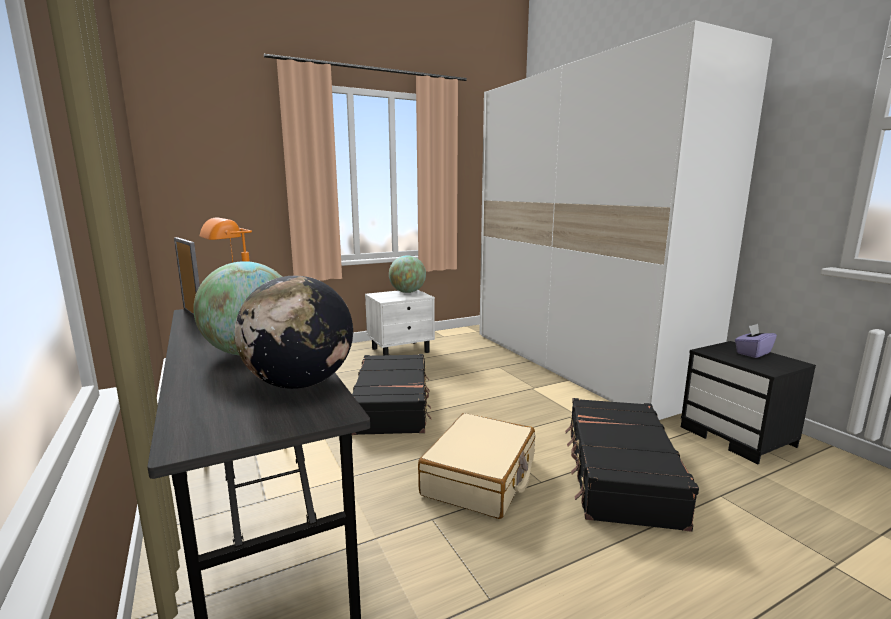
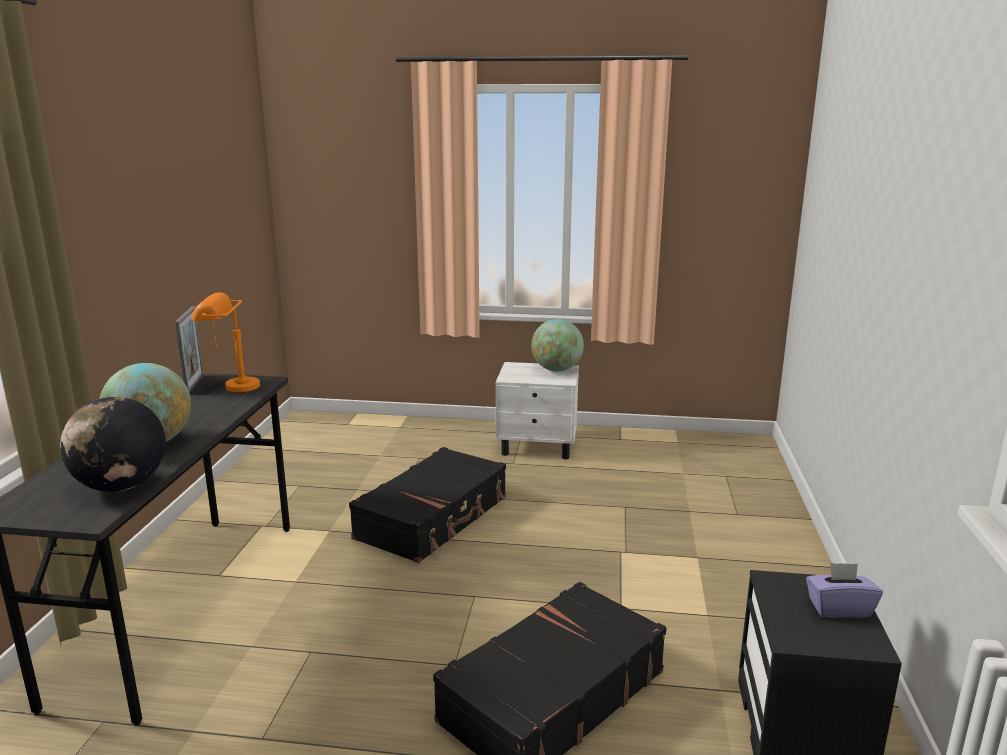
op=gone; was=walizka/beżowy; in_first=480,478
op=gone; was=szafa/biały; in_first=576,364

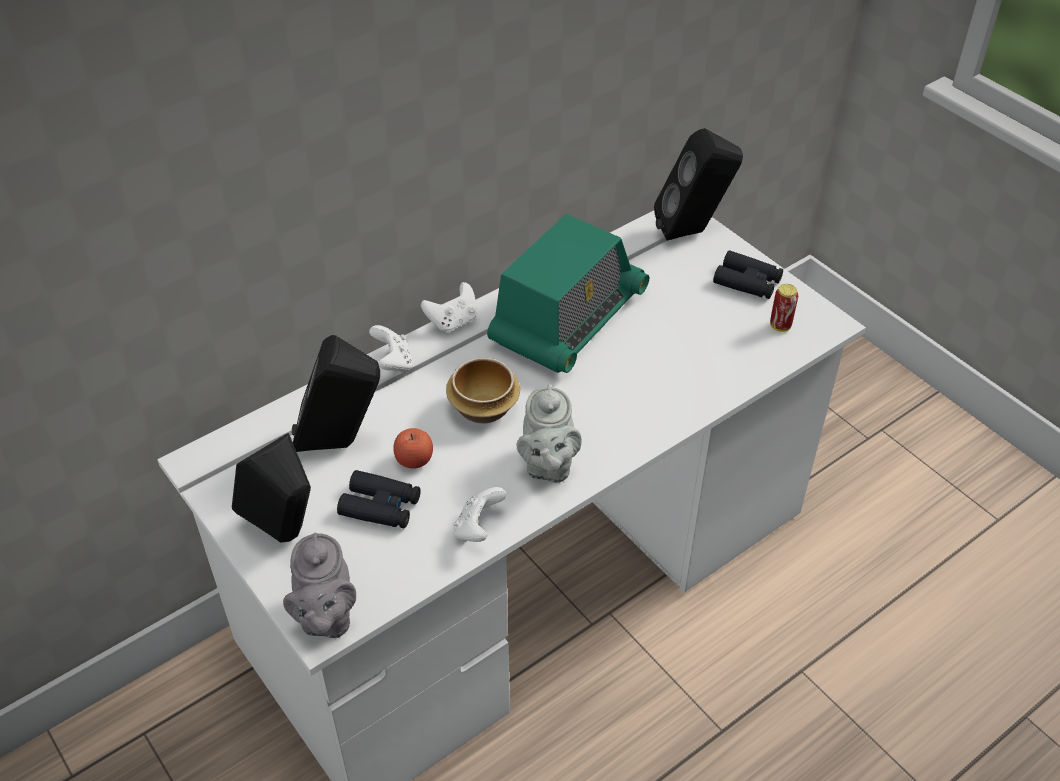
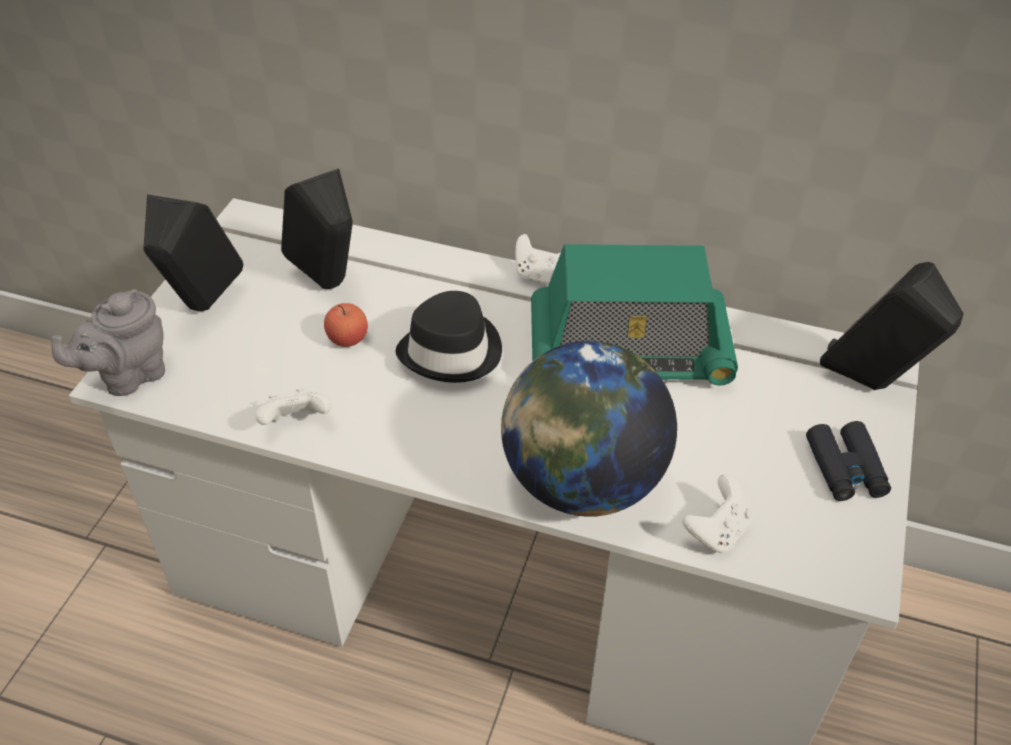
op=gone; was=lornetka/czarny; in_first=380,506
op=gone; was=imbryk/szary; in_first=547,465
op=gone; was=puszka; in_first=780,326
op=new; now=globus; in_second=581,481
op=shifted; was=pad do gier/biały; in_first=393,363; in_second=716,531
op=swapped; was=miska; now=kapelusz/czarny; in_first=484,407; in_second=452,351

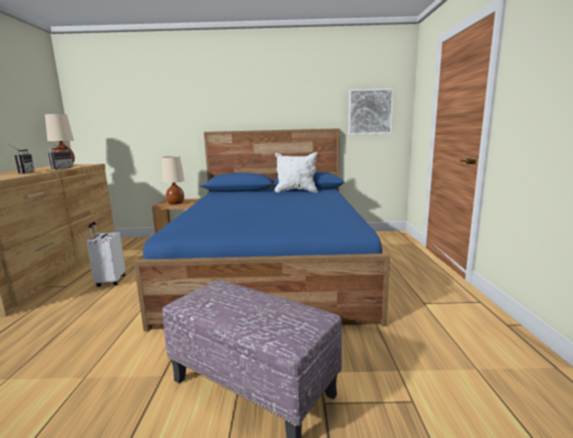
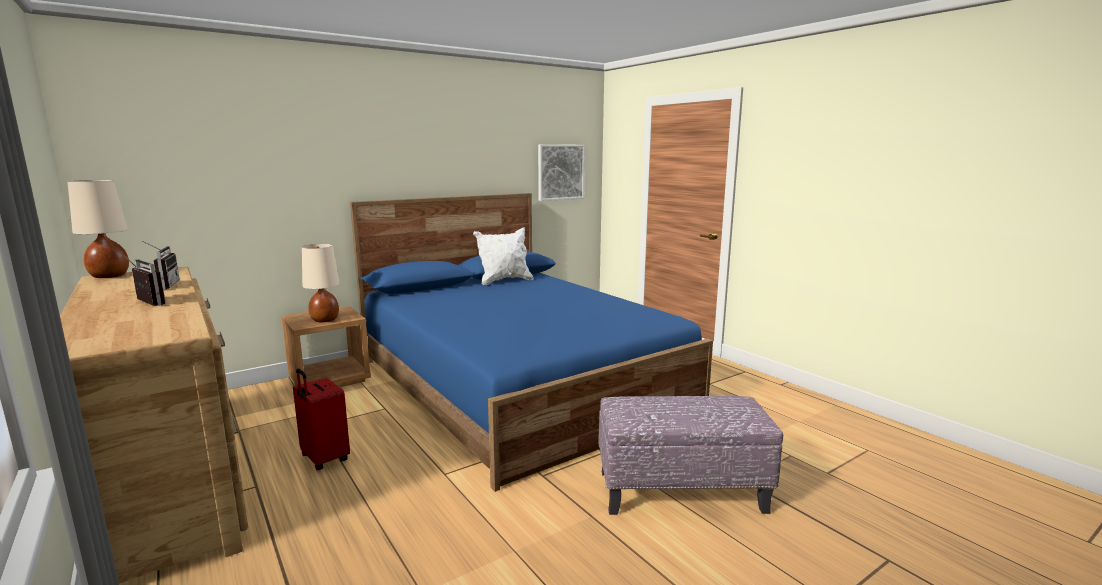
op=repainted; was=walizka/biały; now=walizka/czerwony; in_first=110,281; in_second=323,459

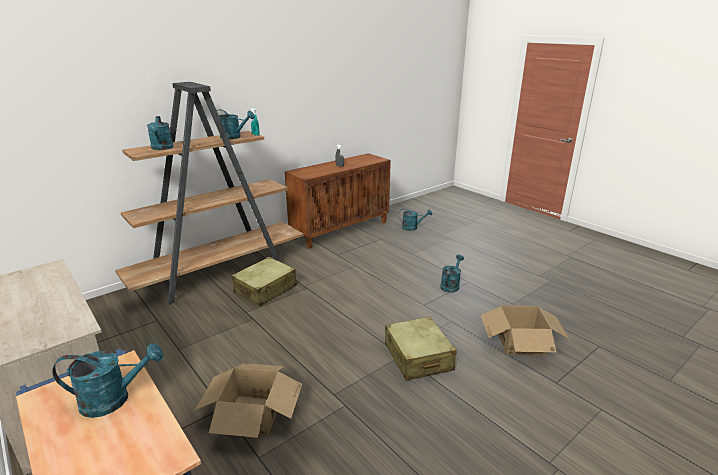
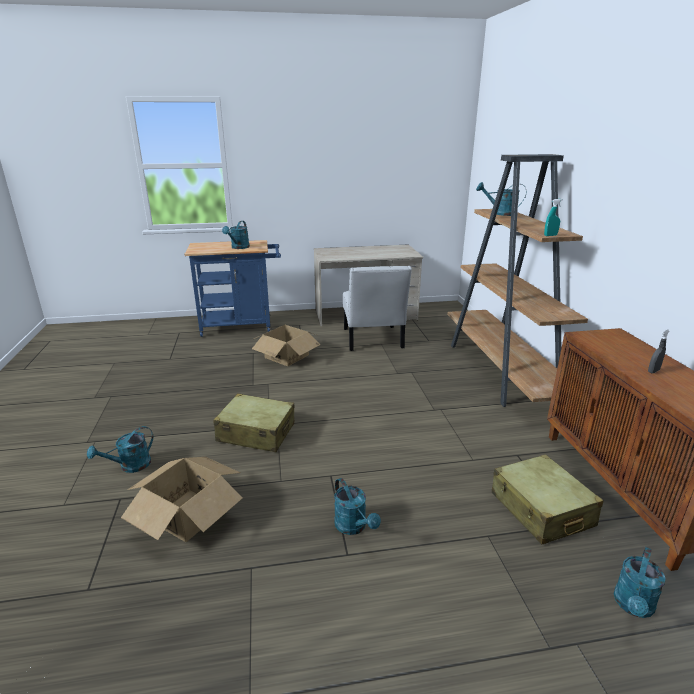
op=new; now=krzesło/biały; in_second=373,340
op=shifted; was=konewka/turkusowy; in_first=234,137; in_second=130,466
op=shifted; was=walizka/beżowy; in_first=265,289; in_second=541,509

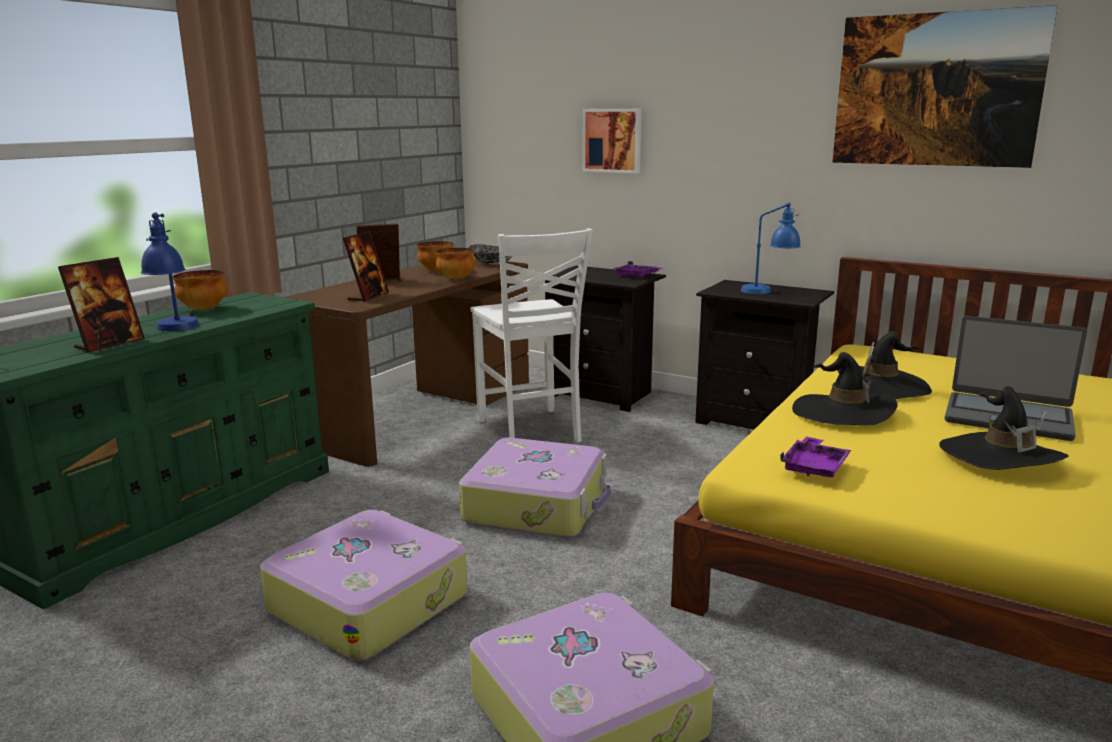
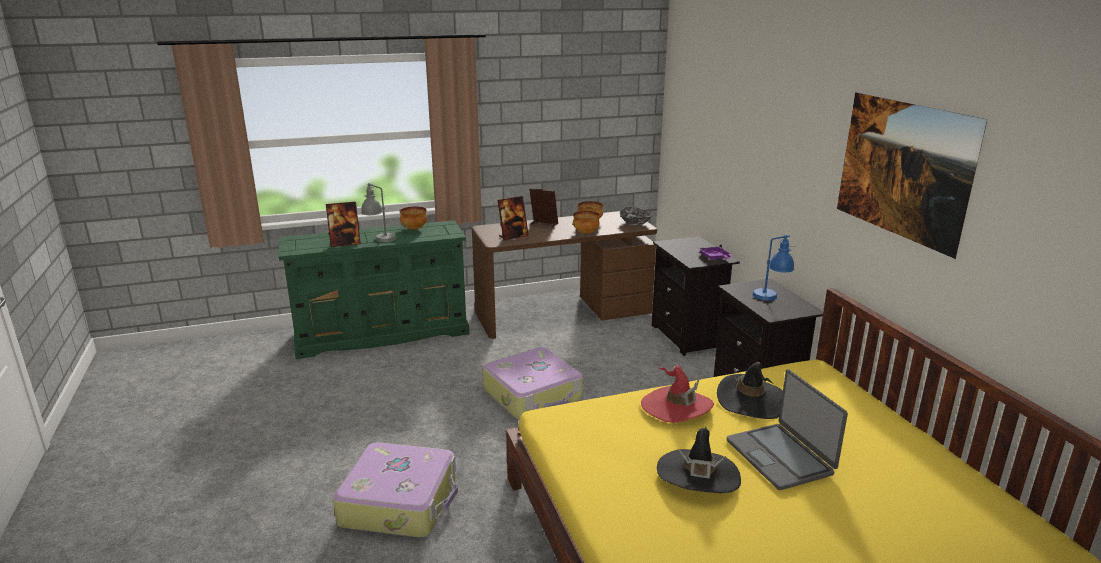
op=gone; was=walizka; in_first=369,601
op=gone; was=krzesło/biały; in_first=530,431
op=gone; was=obraz; in_first=613,140
op=gone; was=taca/fioletowy; in_first=814,467
op=repainted; was=lampa stołowa/niebieski; now=lampa stołowa/szary; in_first=176,330; in_second=380,241
op=repainted; was=kapelusz/czarny; now=kapelusz/czerwony; in_first=843,413; in_second=676,407

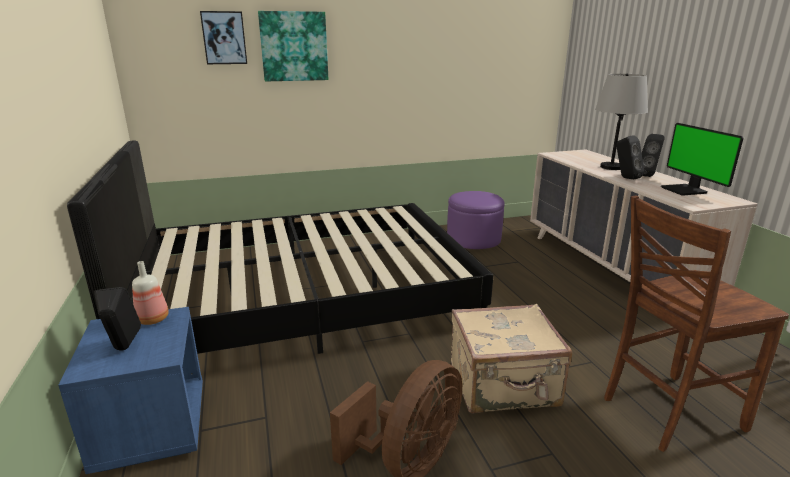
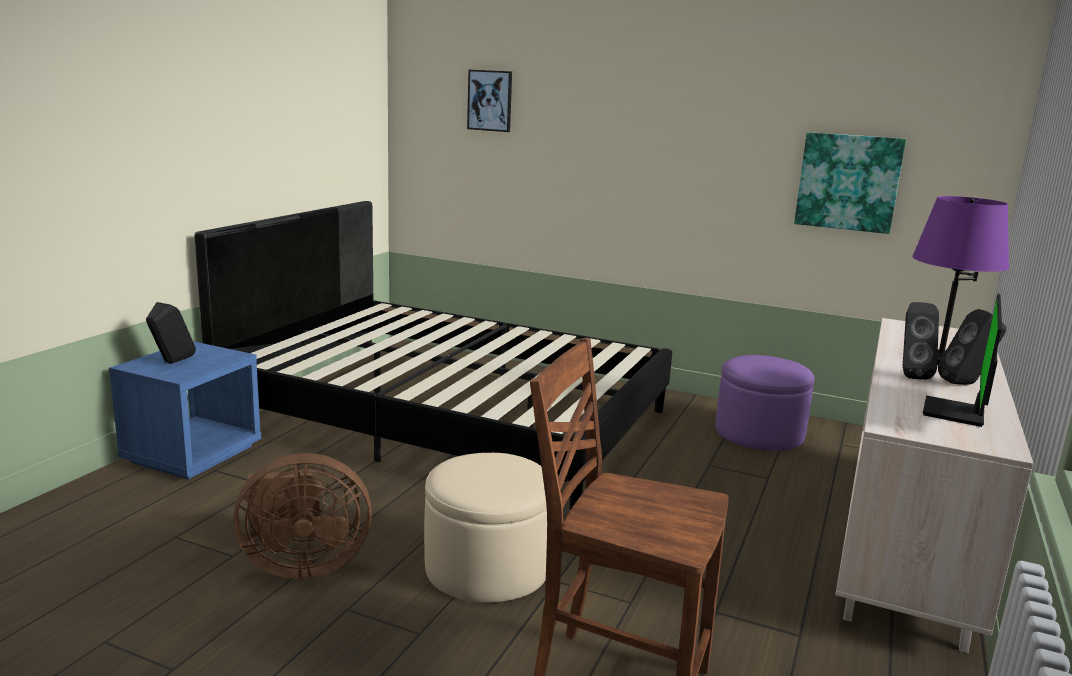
op=gone; was=butelka; in_first=154,319
op=shifted; was=obraz; in_first=294,46; in_second=848,182
op=swapped; was=walizka/beżowy; now=pufa/beżowy; in_first=504,385; in_second=487,567
op=repainted; was=lampa stołowa/szary; now=lampa stołowa/fioletowy; in_first=611,167; in_second=939,360

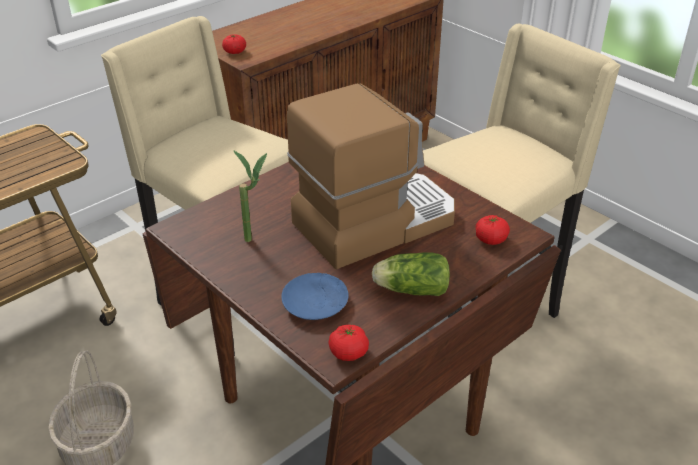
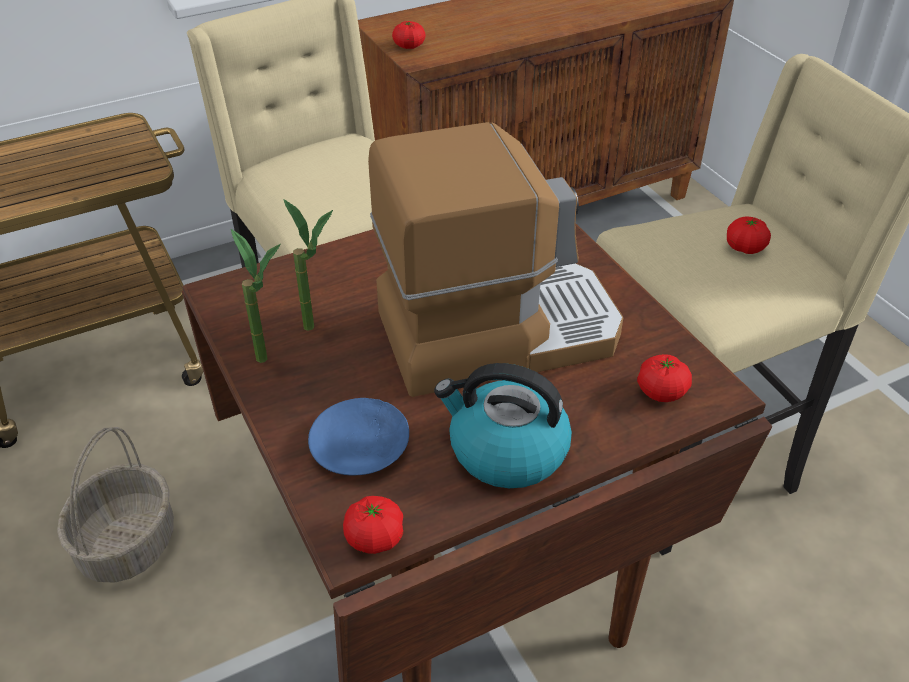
op=new; now=roślina doniczkowa; in_second=272,362
op=new; now=pomidor; in_second=745,248
op=swapped; was=sałata; now=czajnik; in_first=409,289; in_second=506,451

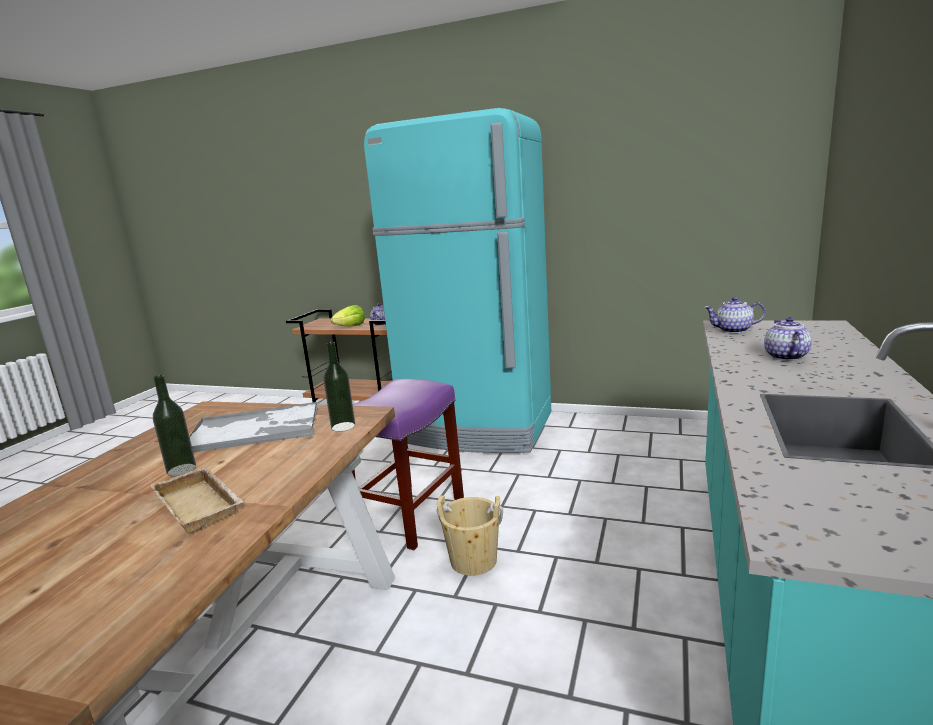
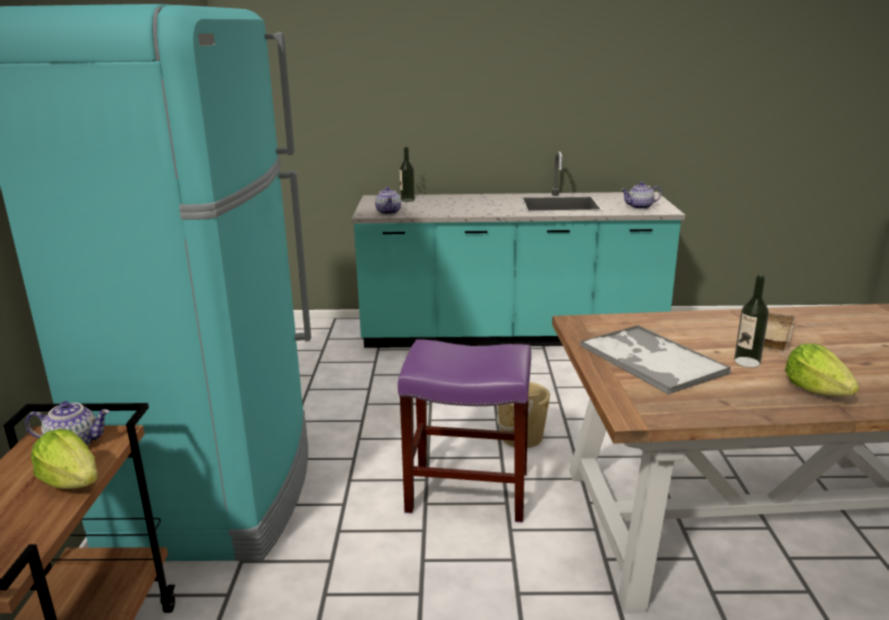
op=new; now=sałata; in_second=816,390
op=shifted; was=butelka; in_first=343,426; in_second=407,200
op=shifted; was=imbryk; in_first=784,357; in_second=640,207

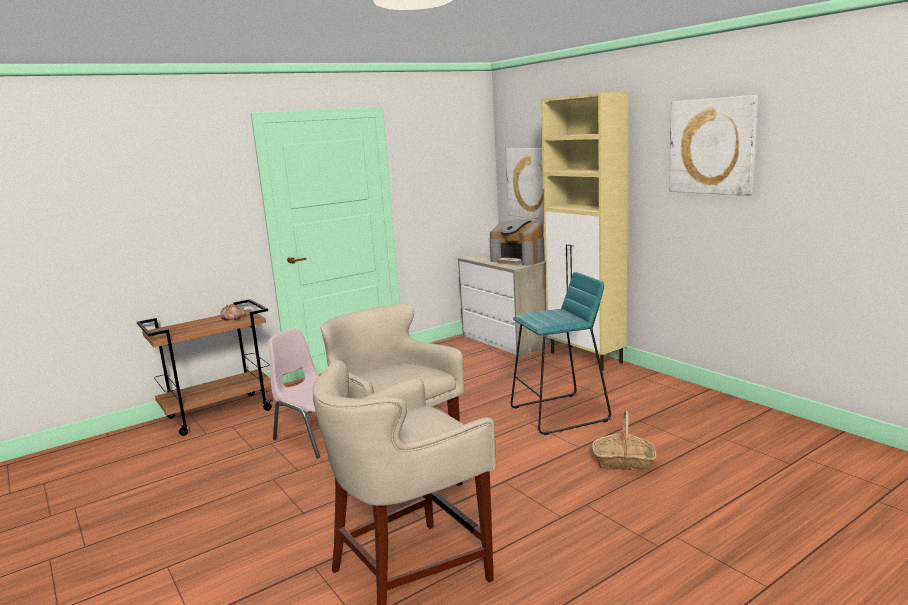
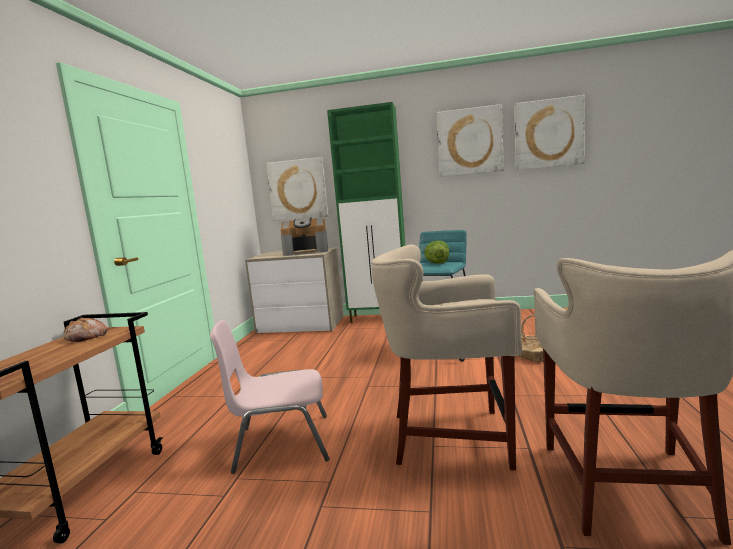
op=new; now=sałata; in_second=437,263
op=new; now=obraz; in_second=548,134
op=repainted; was=szafka/beżowy; now=szafka/zielony; in_first=586,358; in_second=380,318

